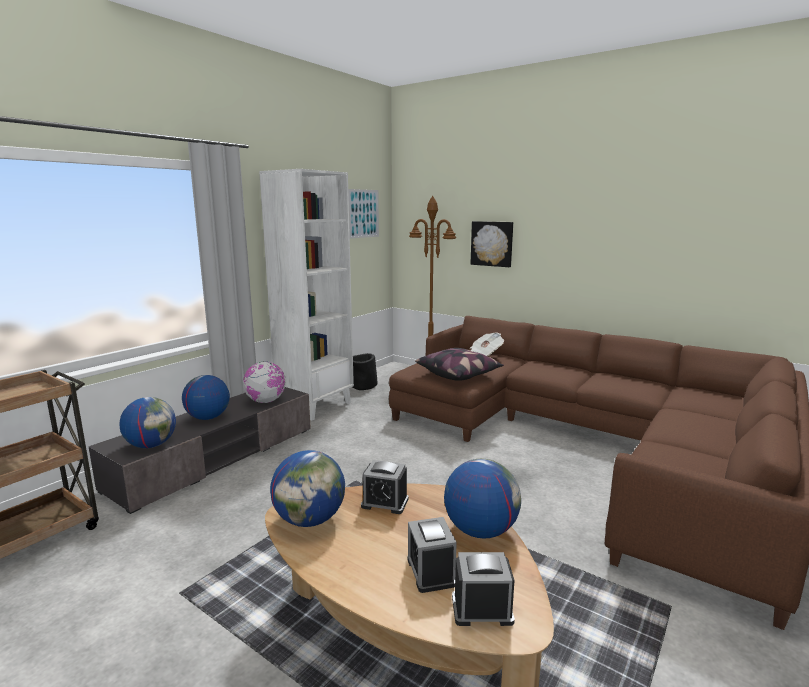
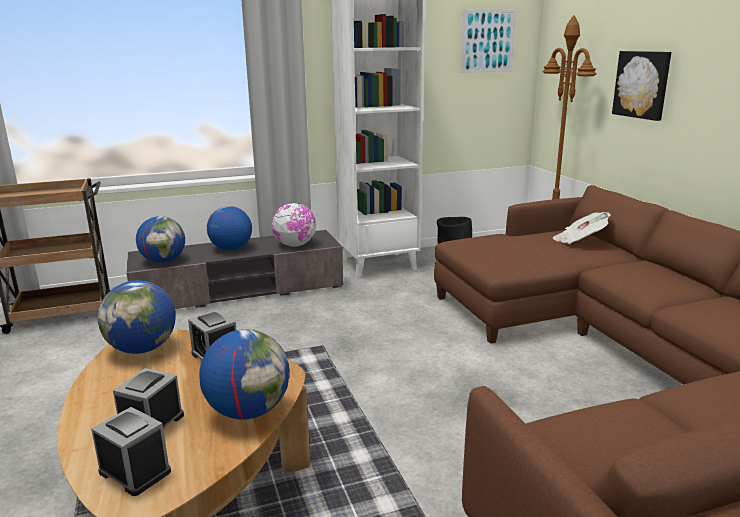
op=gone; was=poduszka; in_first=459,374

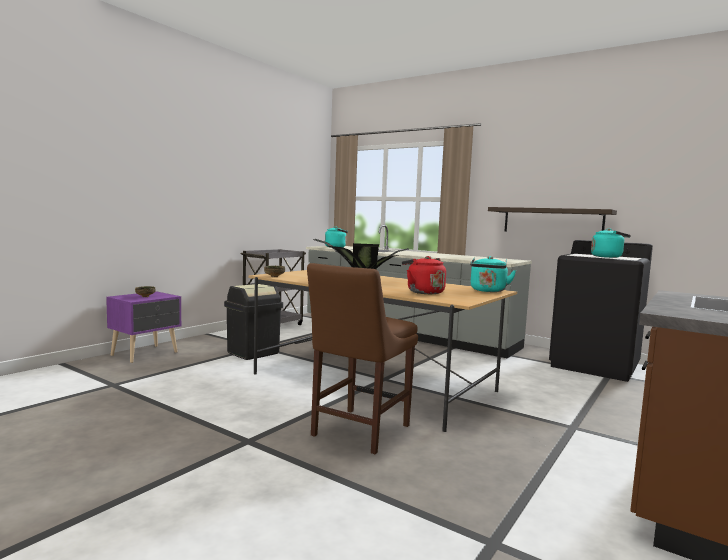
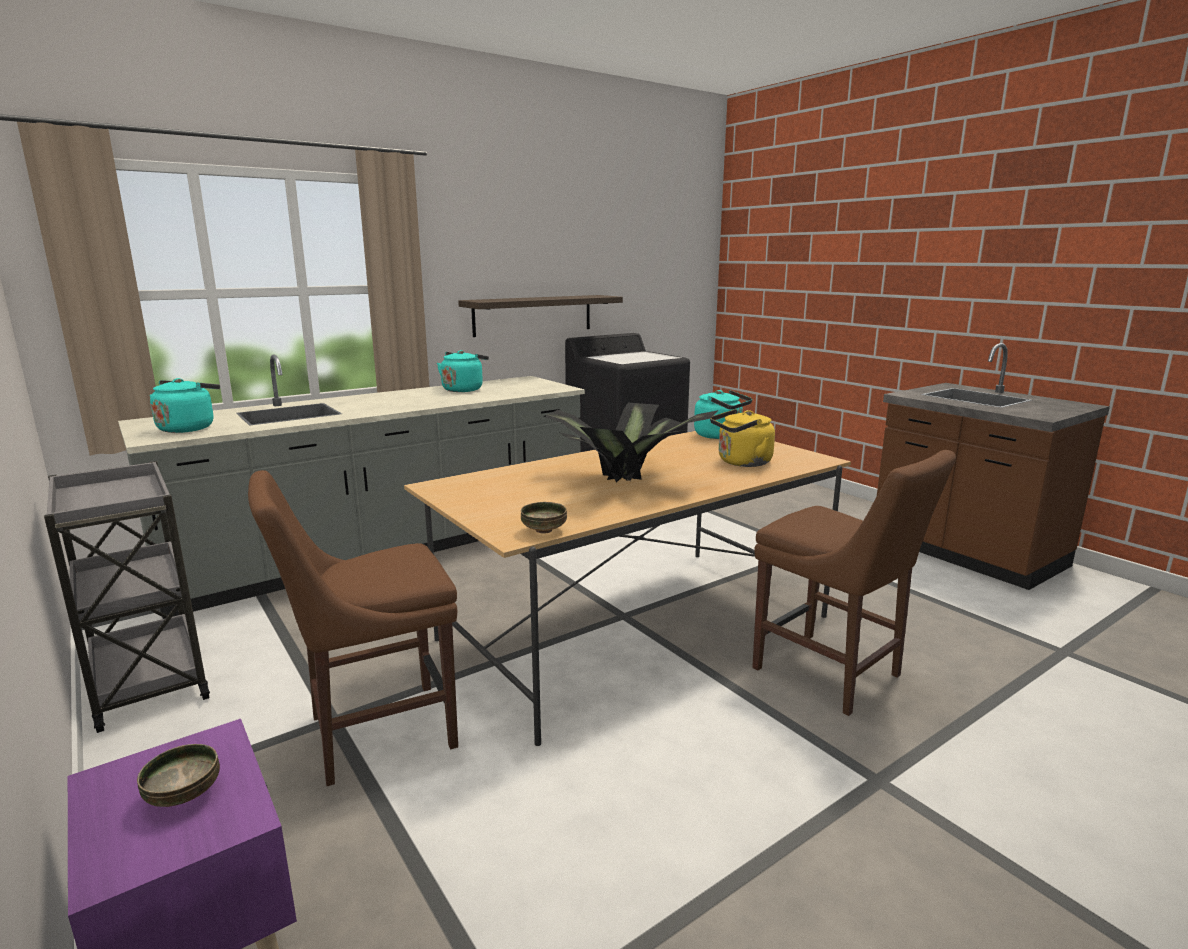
op=shifted; was=czajnik/turkusowy; in_first=608,257; in_second=463,389
op=swapped; was=kosz na śmieci/czarny; now=krzesło/brązowy; in_first=253,352; in_second=374,733
op=repainted; was=czajnik/czerwony; now=czajnik/żółty; in_first=423,292; in_second=741,463

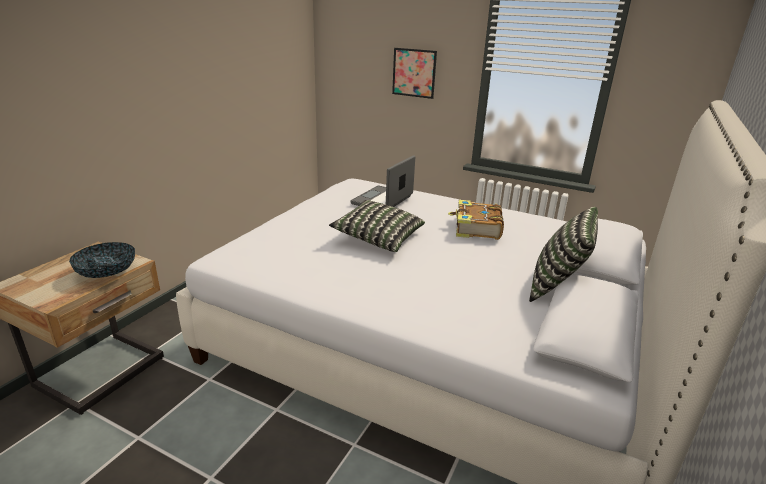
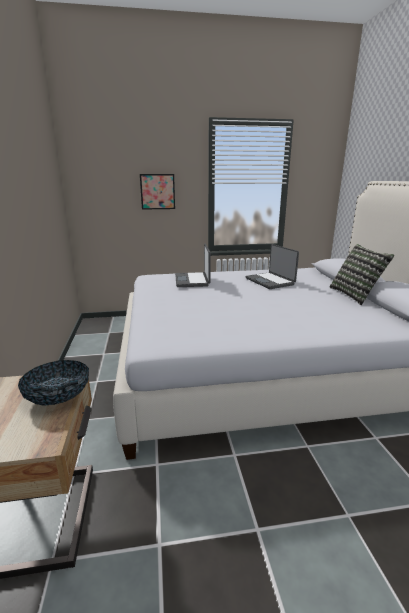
op=gone; was=poduszka; in_first=378,238
op=swapped; was=książka; now=laptop; in_first=476,228; in_second=270,281

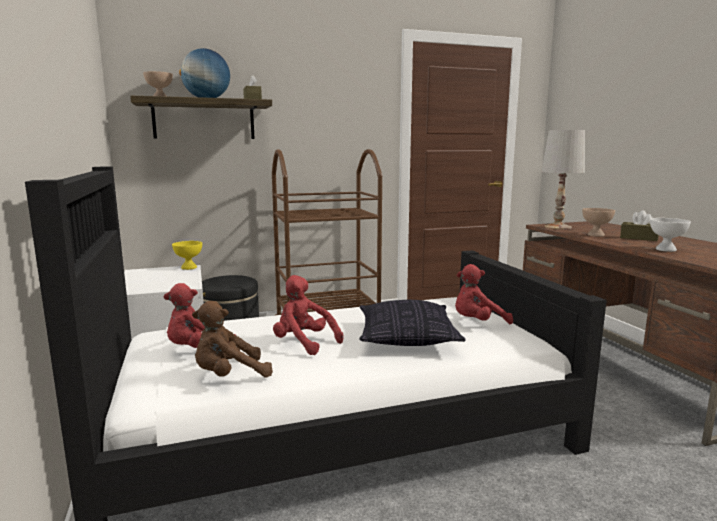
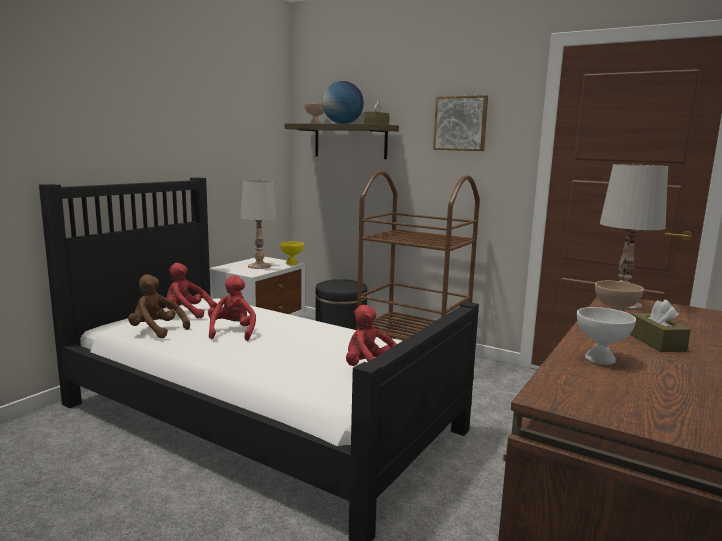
op=gone; was=poduszka; in_first=406,338
op=new; now=lampa stołowa/biały; in_second=259,266
op=new; now=obraz; in_second=461,123

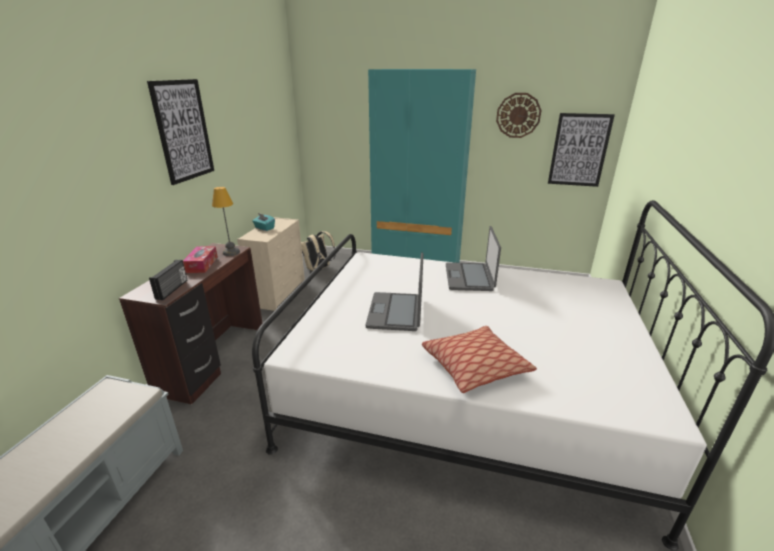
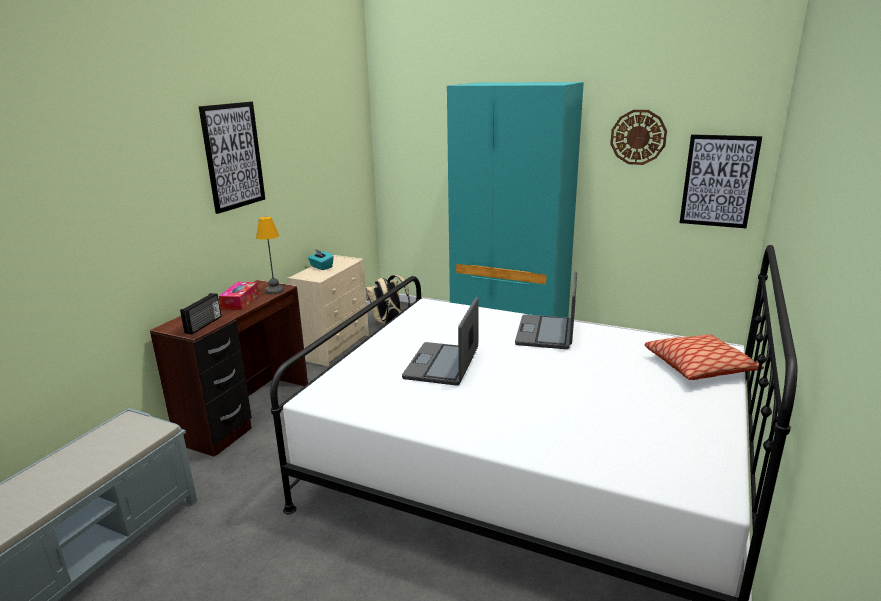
op=shifted; was=poduszka; in_first=474,366; in_second=699,367

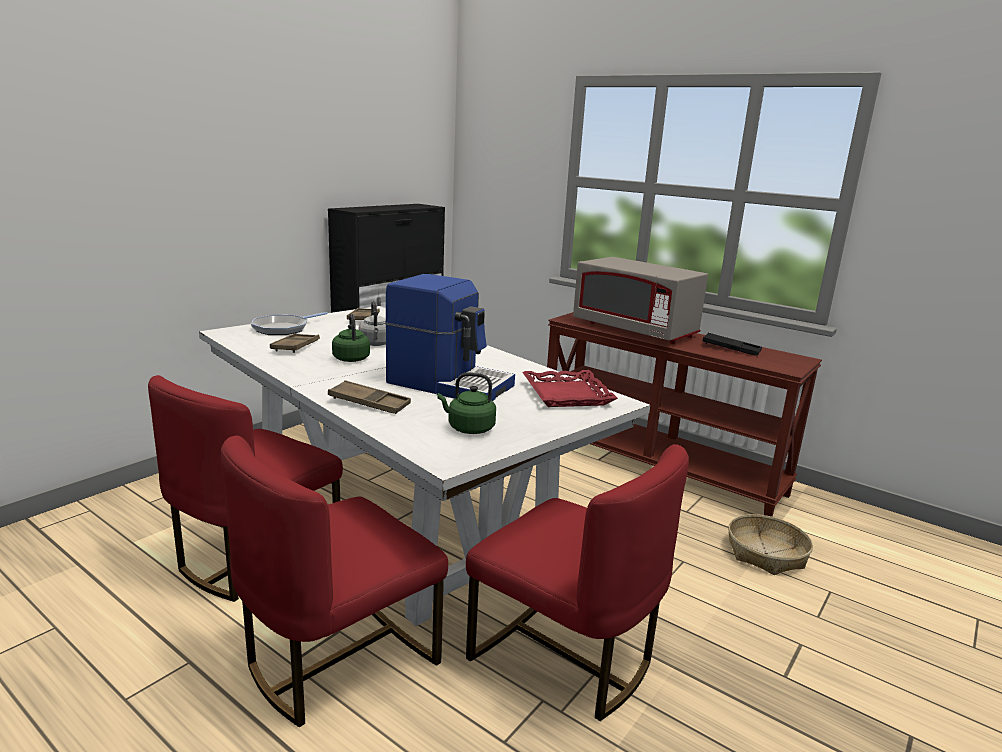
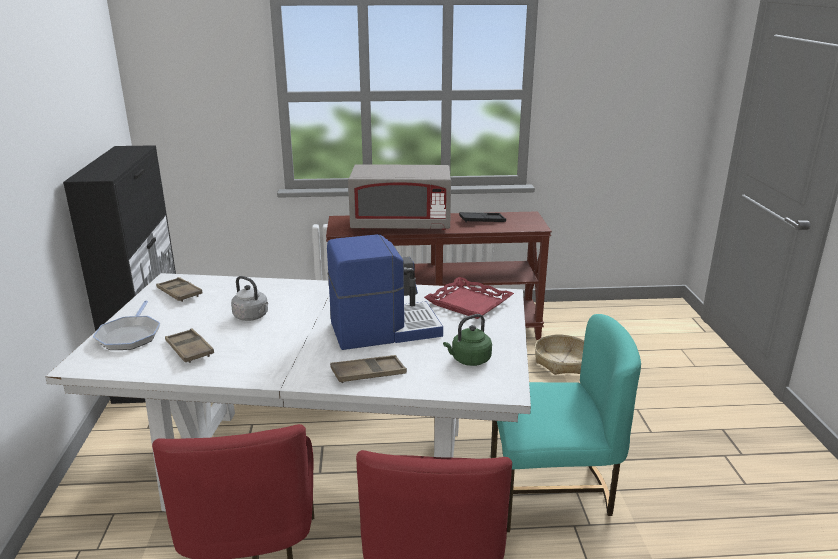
op=gone; was=czajnik/zielony; in_first=351,358
op=repainted; was=krzesło/czerwony; now=krzesło/turkusowy; in_first=565,656; in_second=550,492

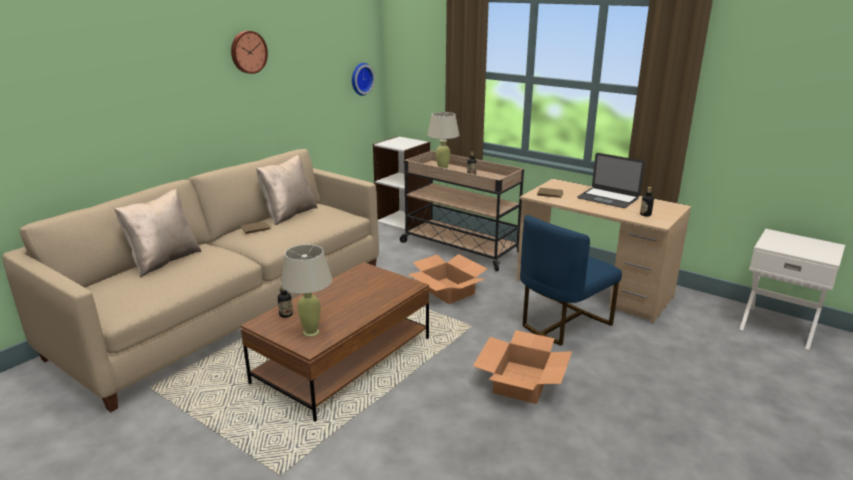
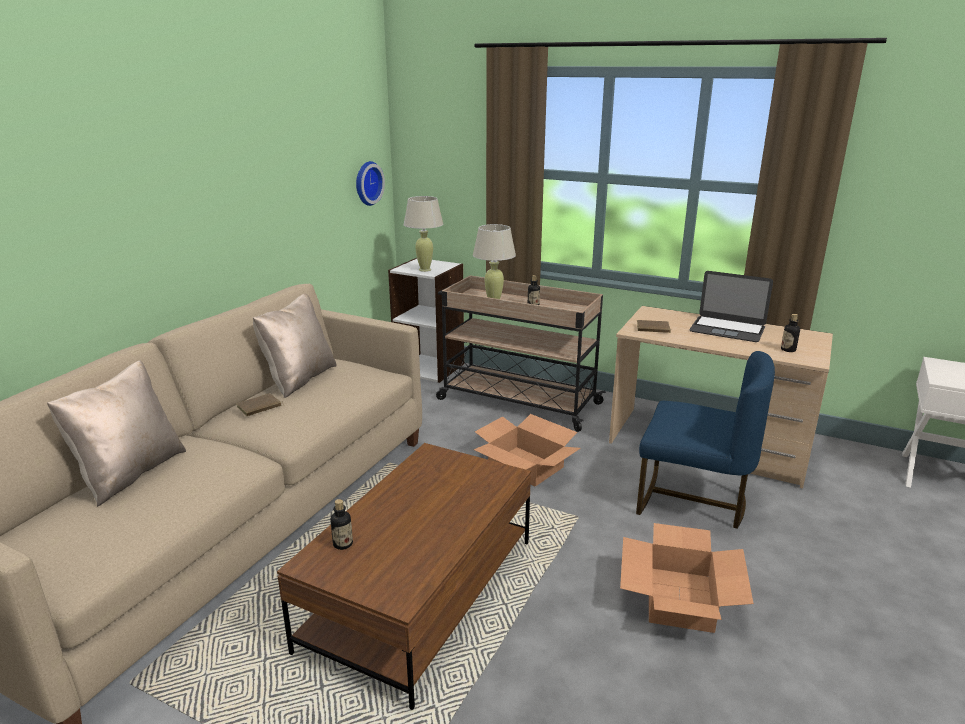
op=gone; was=zegar ścienny; in_first=248,52
op=shifted; was=lampa stołowa/beżowy; in_first=311,332; in_second=425,269
op=rotated; was=krzesło/niebieski; in_first=562,323; in_second=692,500; clockwise=-105

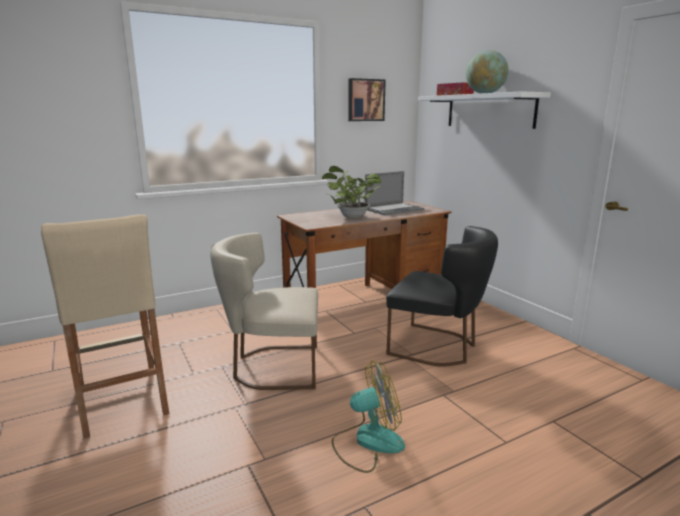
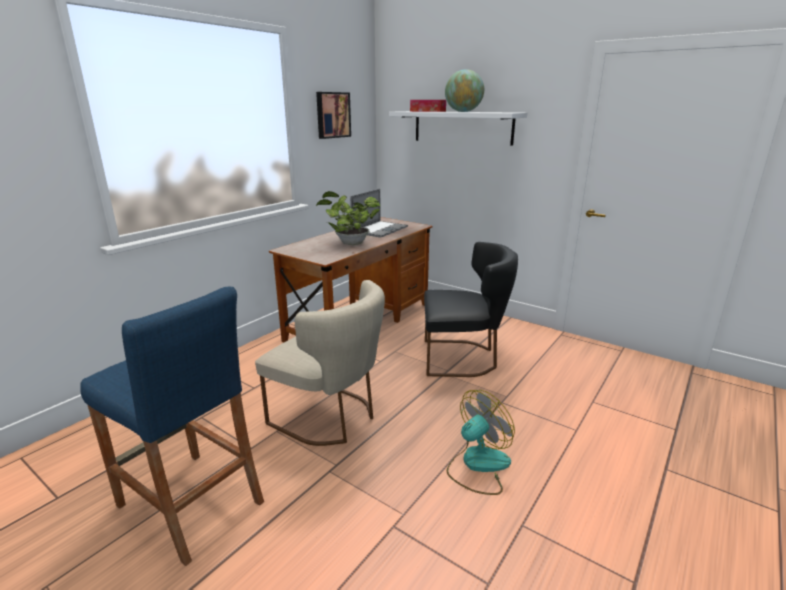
op=repainted; was=stołek/beżowy; now=stołek/niebieski; in_first=121,399; in_second=190,503
op=rotated; was=krzesło/beżowy; in_first=272,367; in_second=330,417; clockwise=-120

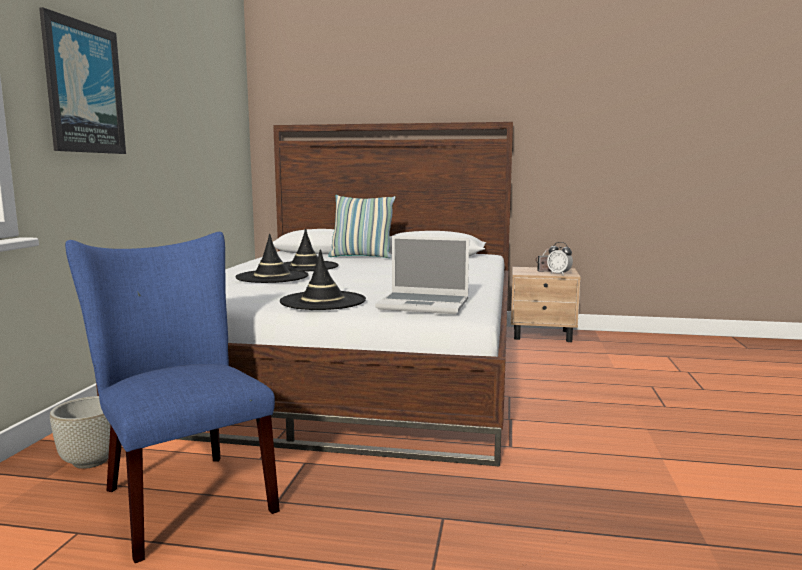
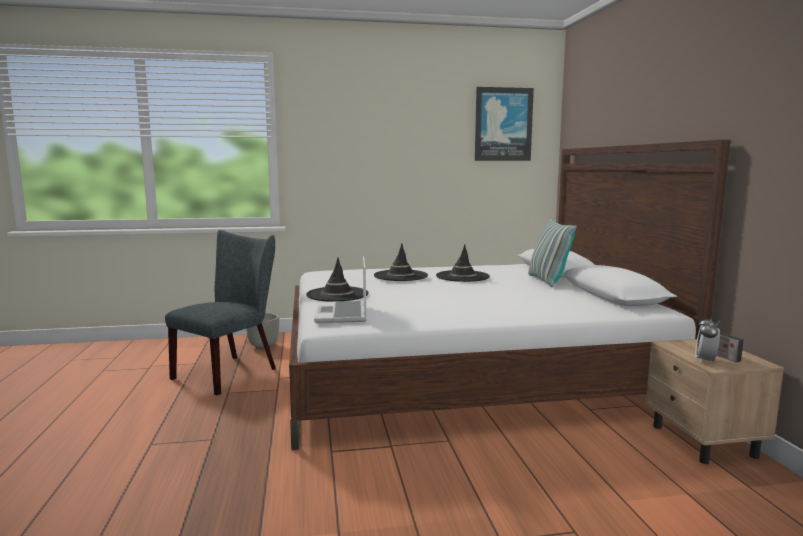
op=shifted; was=obraz; in_first=83,88; in_second=503,124
op=repainted; was=krzesło/niebieski; now=krzesło/szary; in_first=182,496; in_second=230,372

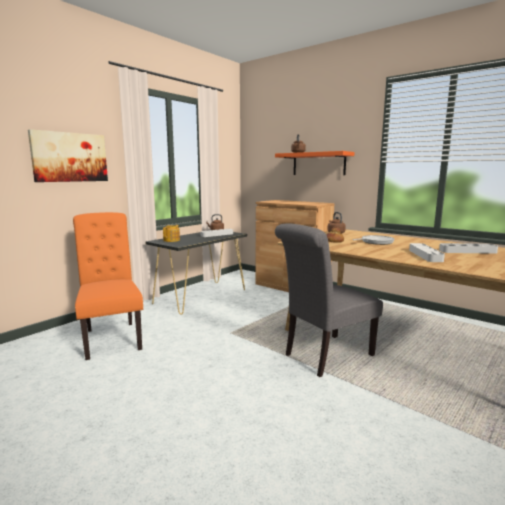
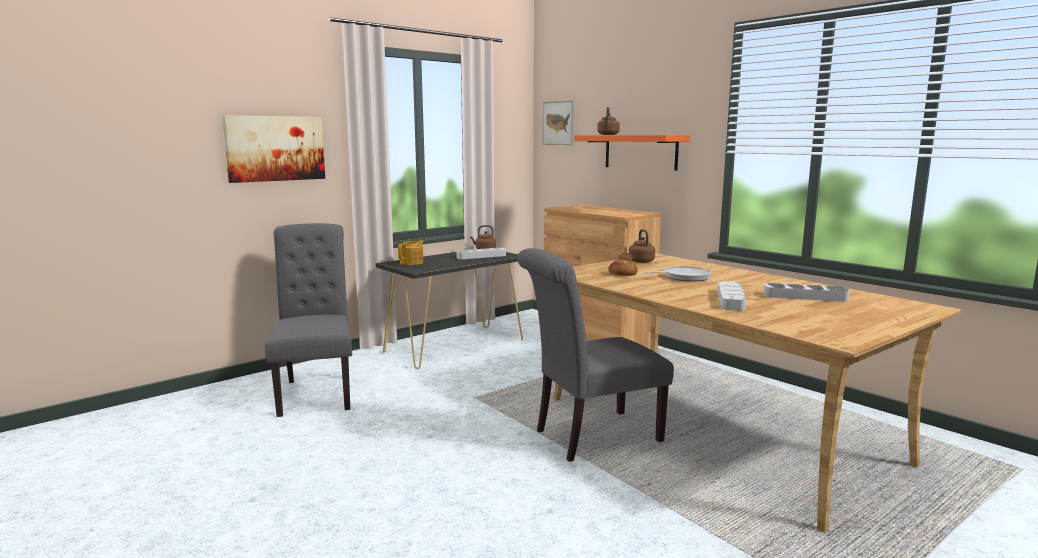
op=new; now=obraz; in_second=558,123
op=repainted; was=krzesło/pomarańczowy; now=krzesło/szary; in_first=112,337; in_second=317,392

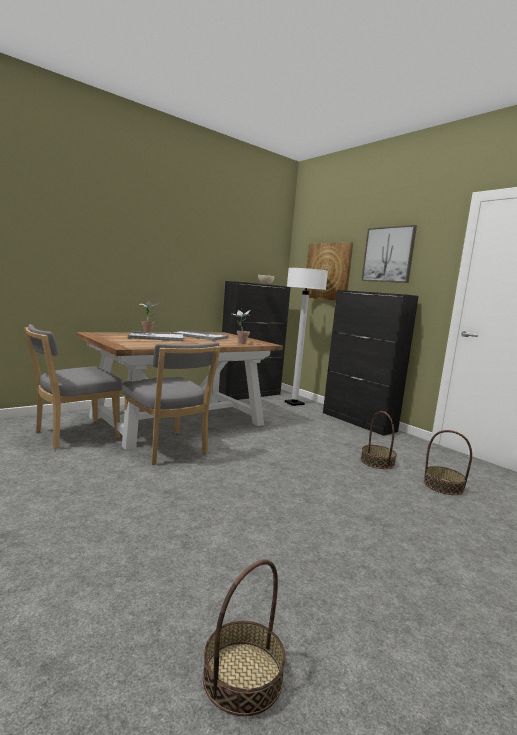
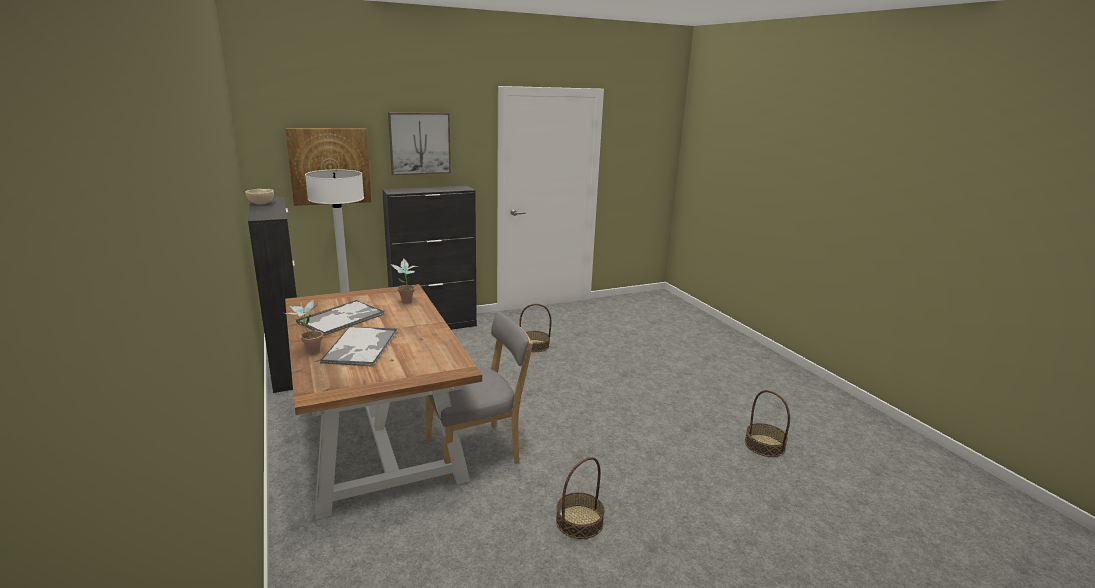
op=gone; was=krzesło/szary; in_first=73,435
op=shifted; was=koszyk; in_first=443,486; in_second=579,521

